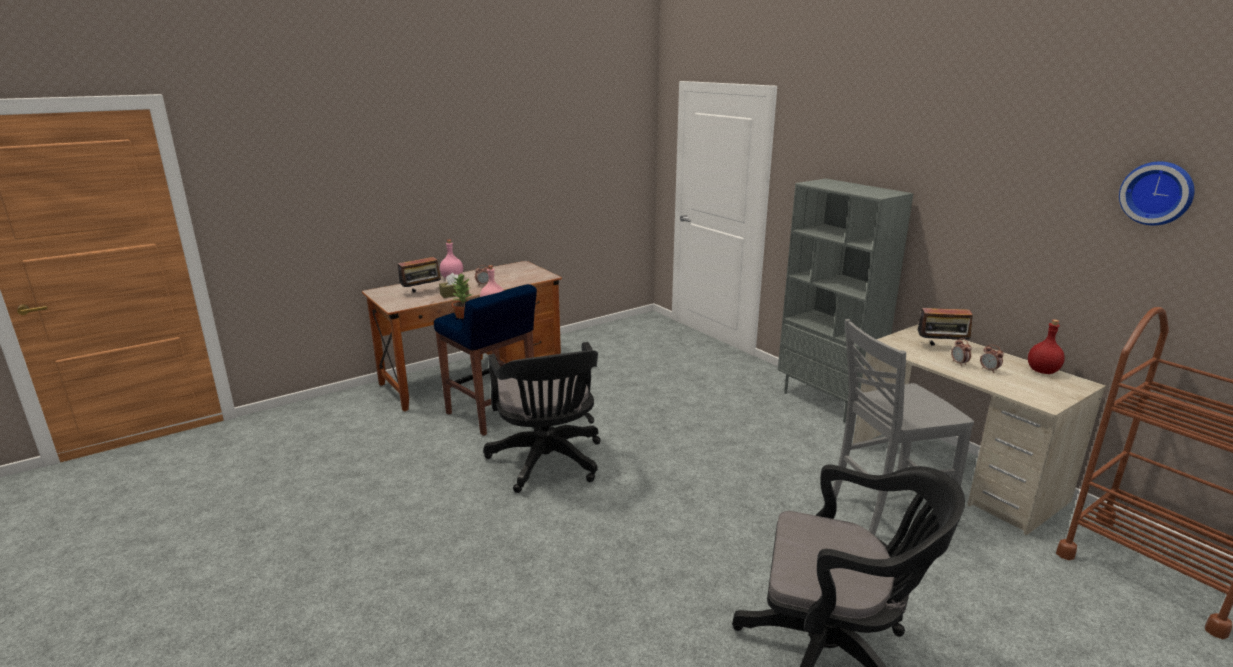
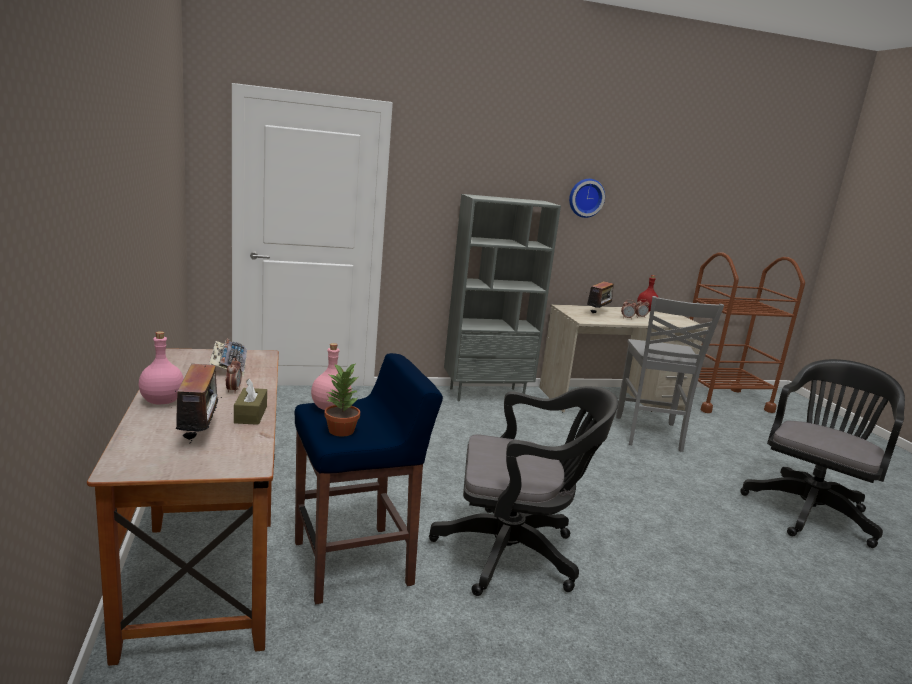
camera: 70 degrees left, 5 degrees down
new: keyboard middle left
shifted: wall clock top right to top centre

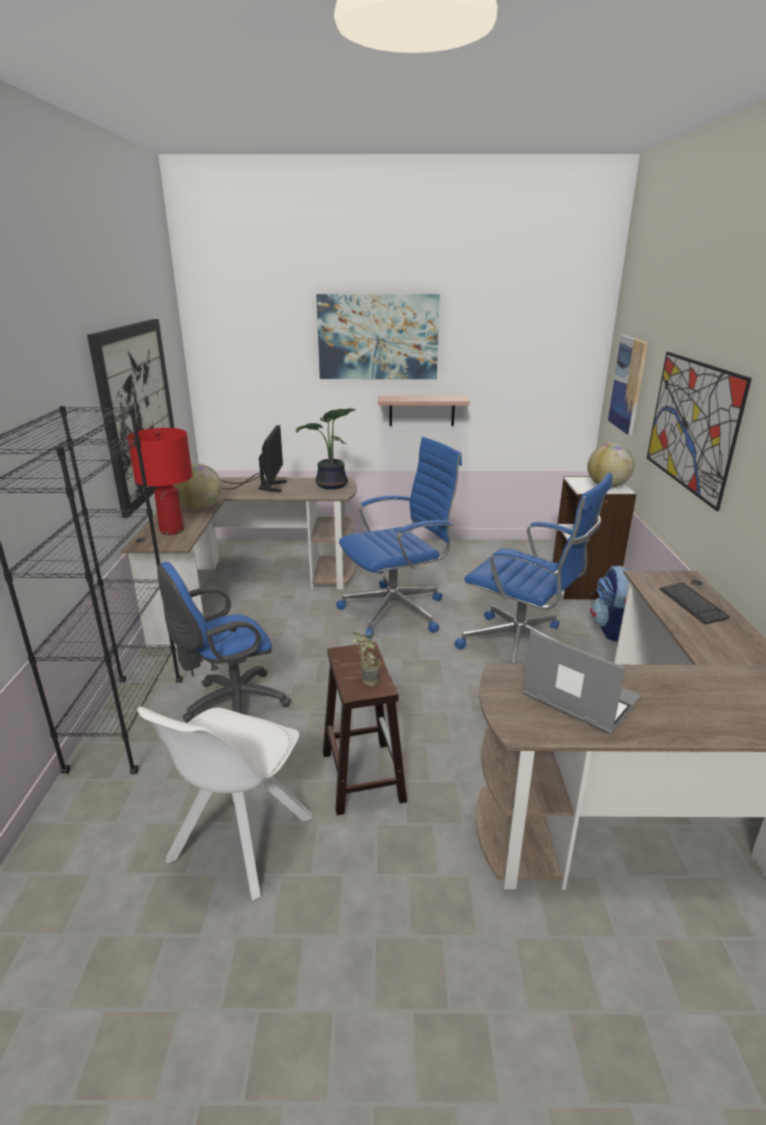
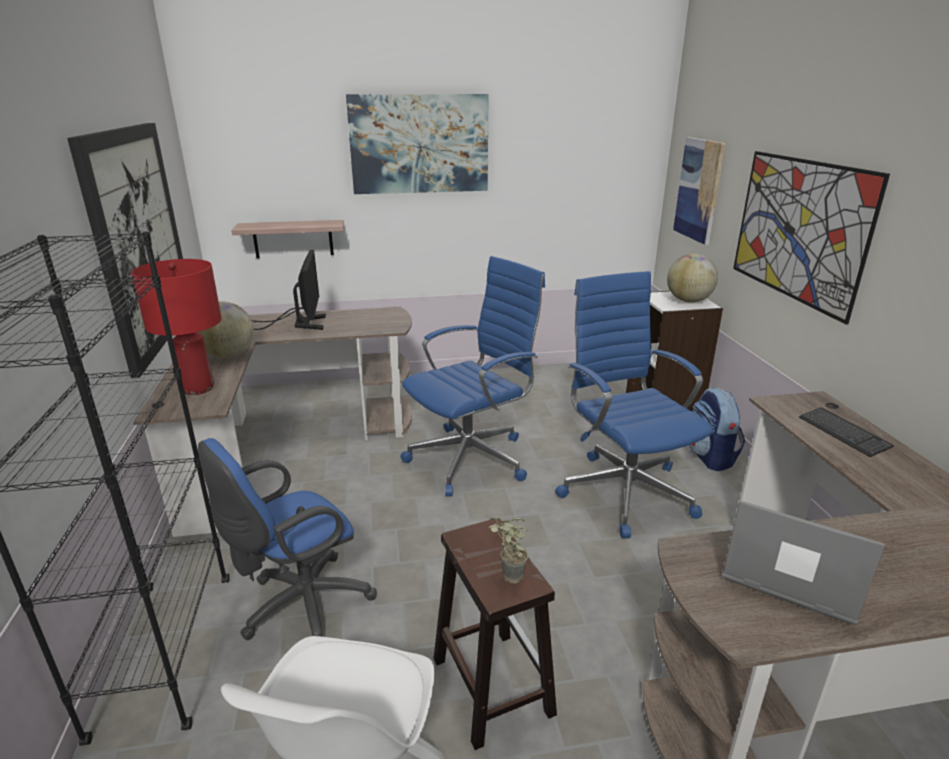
camera: 10 degrees left, 0 degrees up
gone: potted plant (no. 1 from left) centre
shifted: shelf centre to top left
rotated: office chair/blue (no. 3 from left) middle right = middle right 135 degrees counterclockwise

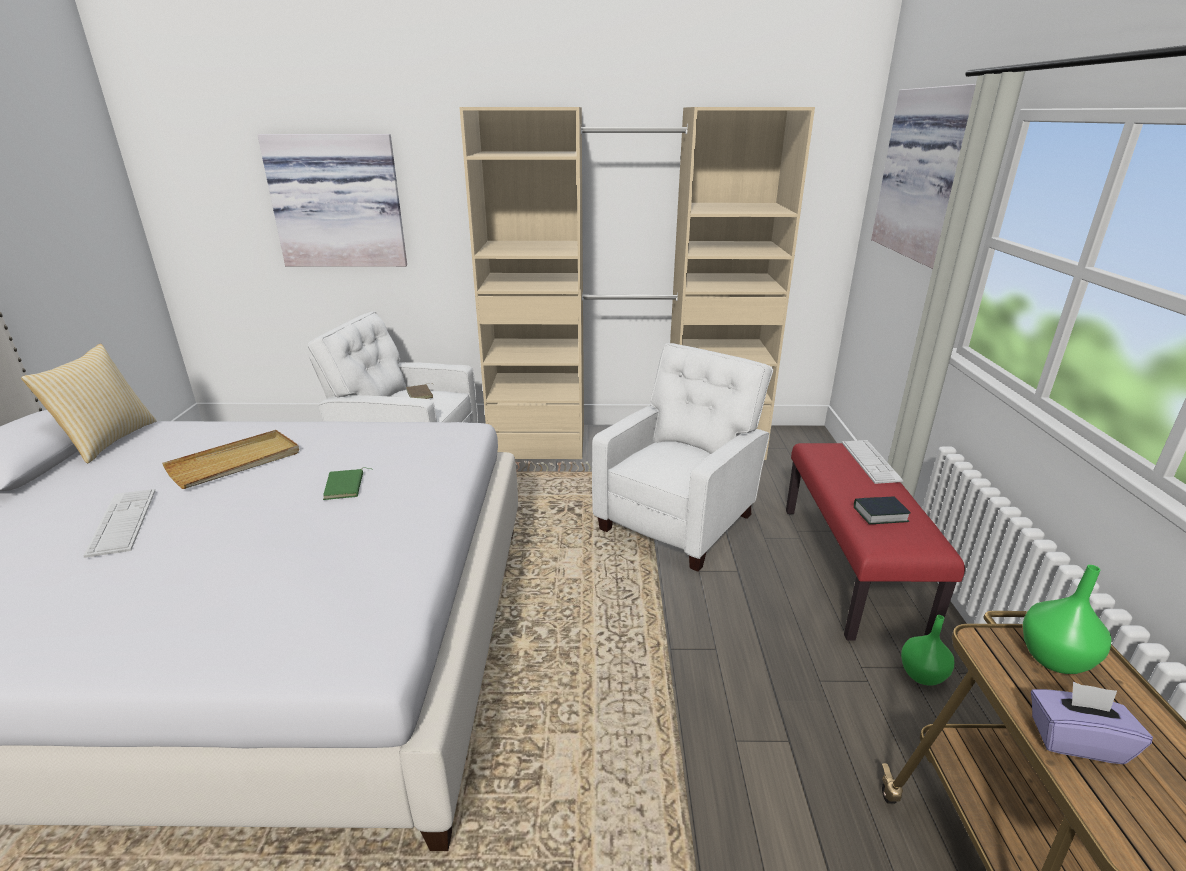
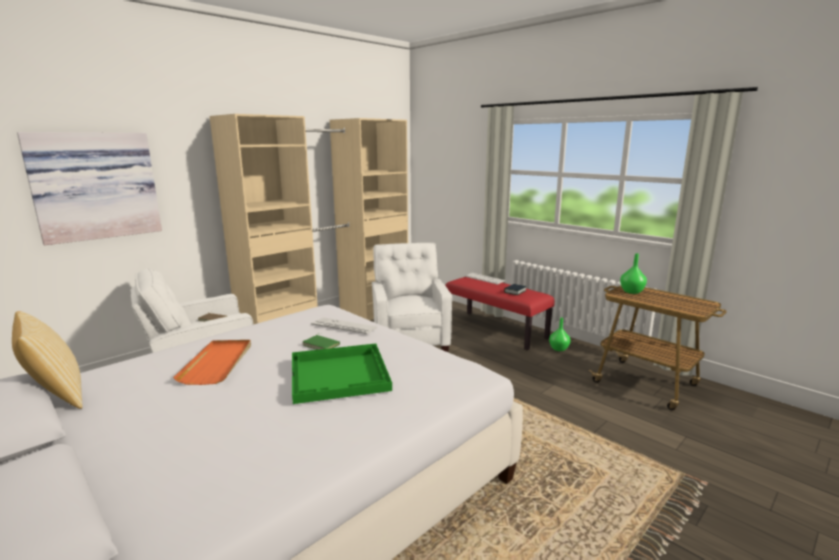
camera: 45 degrees left, 10 degrees down
gone: picture (no. 2 from left) top right; tissue box/purple bottom right
new: tray/green centre
shifted: keyboard (no. 1 from left) middle left to centre
repainted: tray/beige middle left to tray/orange middle left

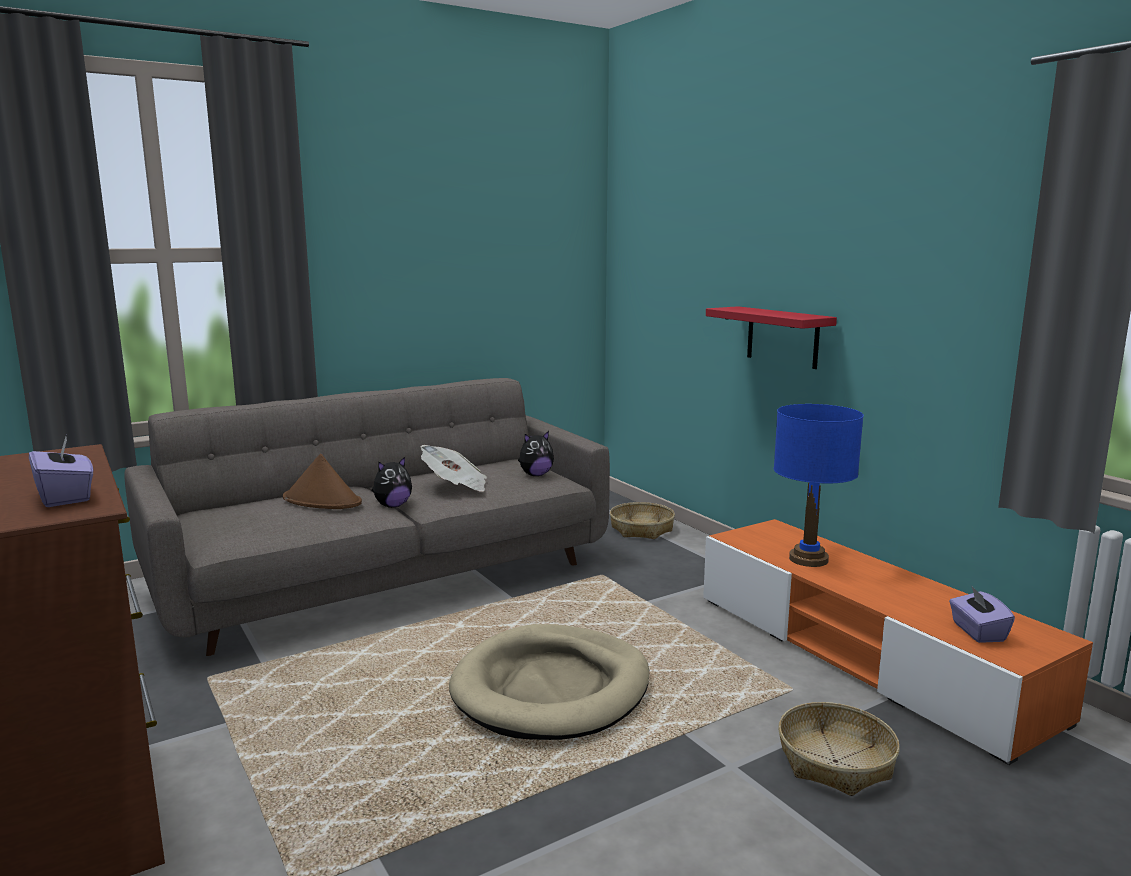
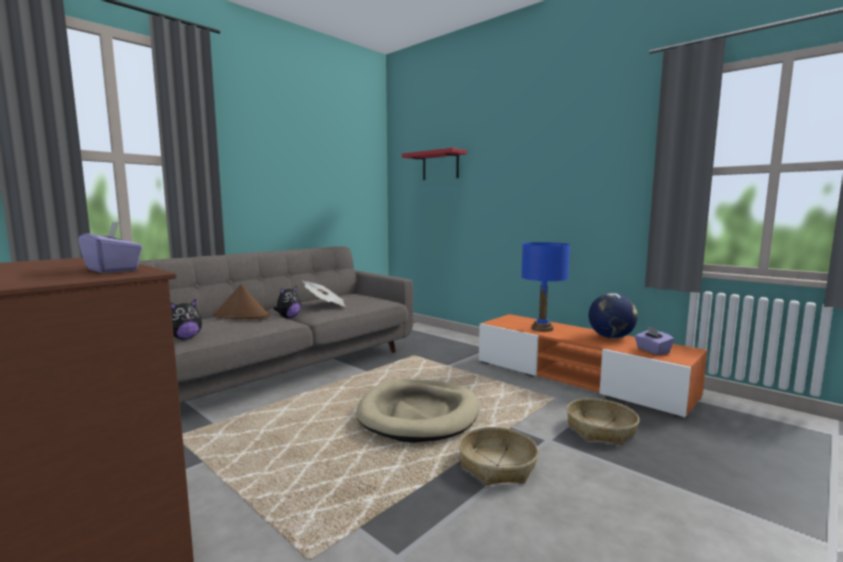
camera: 15 degrees left, 5 degrees down
new: globe middle right
shifted: plush toy (no. 2 from left in the first image) centre to plush toy (no. 1 from left) middle left; shelf/red middle right to top centre; basket (no. 1 from left) centre to bottom centre

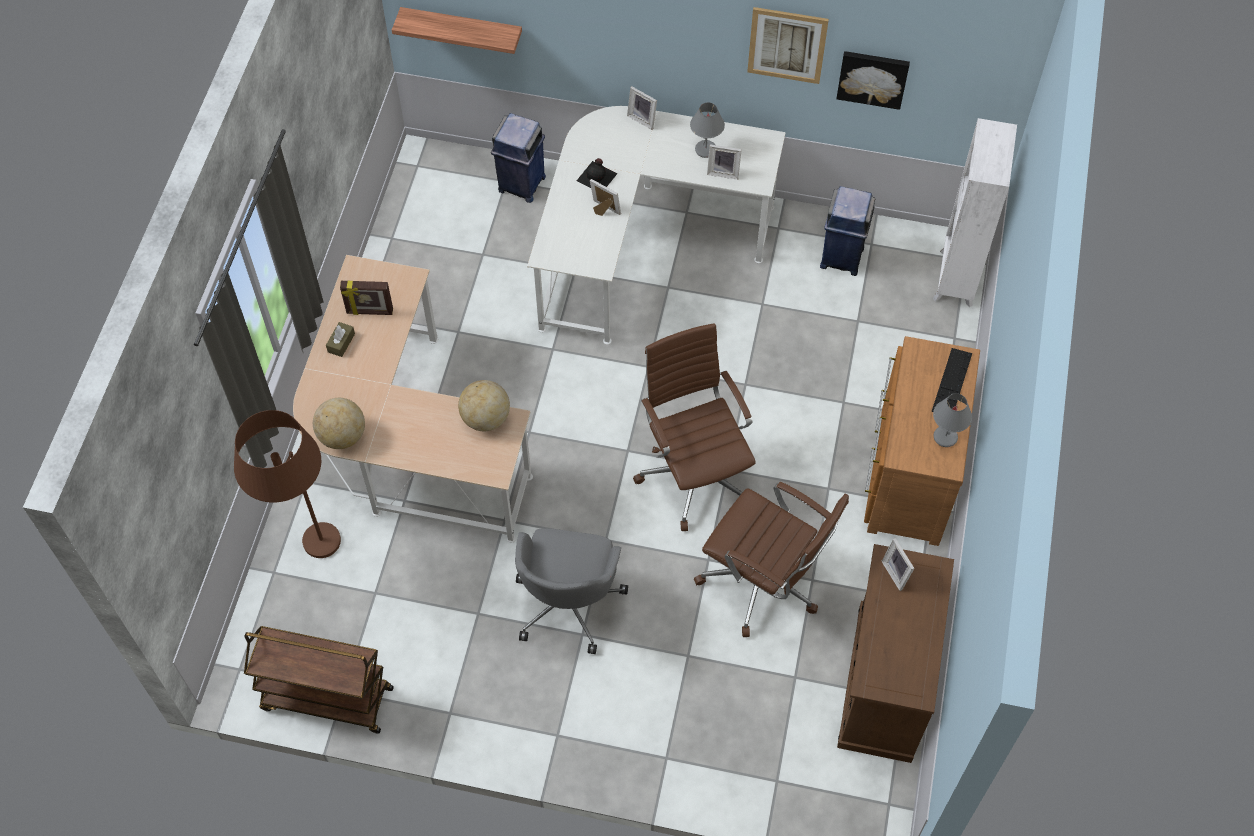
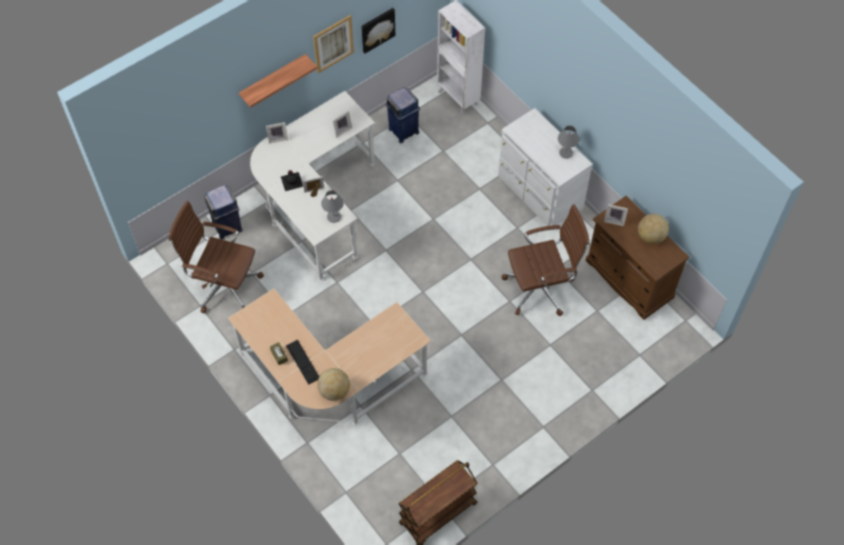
camera: 50 degrees left, 0 degrees up
gone: floor lamp/brown middle left; picture frame (no. 1 from left) middle left; office chair/grey bottom centre
shifted: office chair/brown (no. 1 from left) centre to middle left; shelf top centre to top left; keyboard middle right to centre; table lamp/grey (no. 1 from left) top centre to centre; globe (no. 2 from left) centre to middle right
repainted: dresser/brown middle right to dresser/white top centre

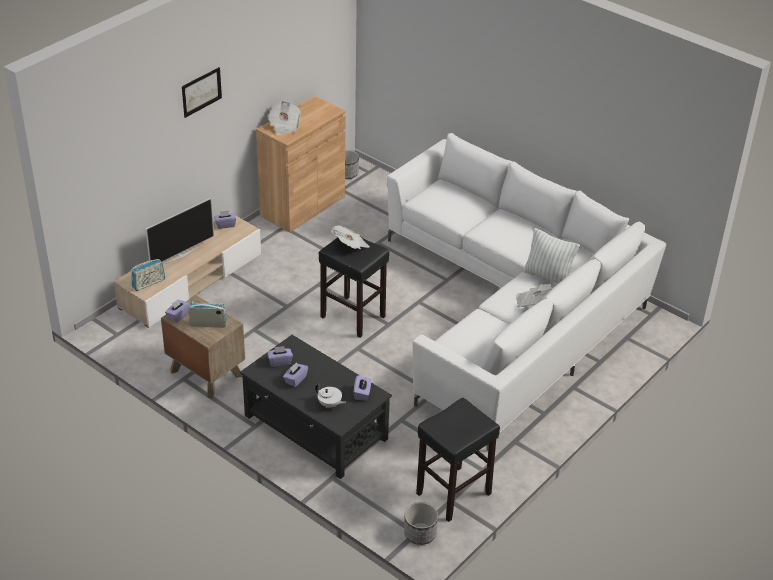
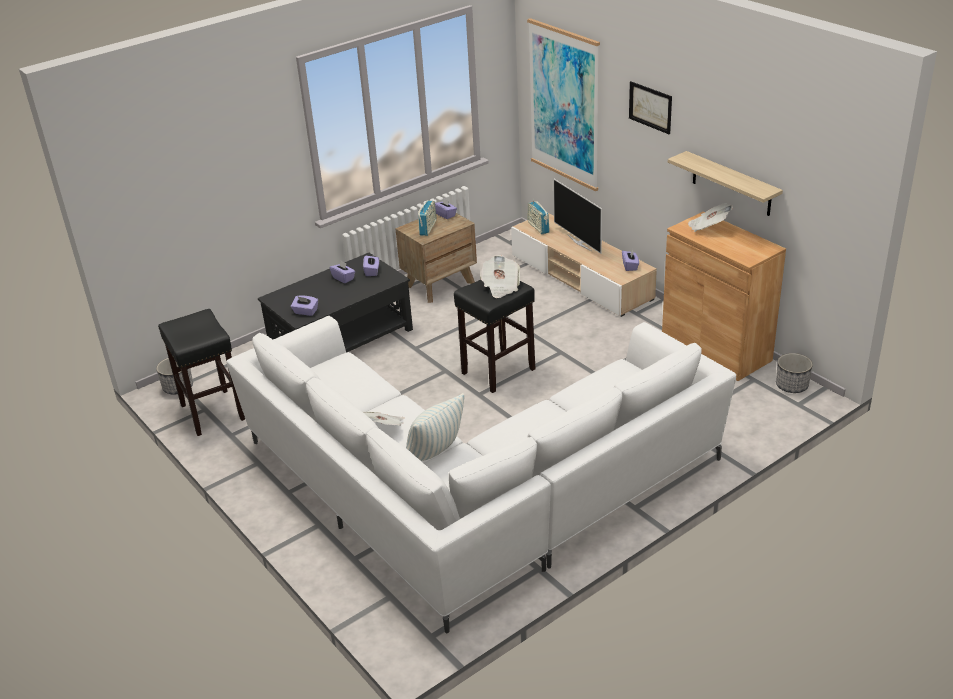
camera: 105 degrees right, 5 degrees down
gone: teapot/white bottom centre
new: picture (no. 1 from left) top centre; shelf top right

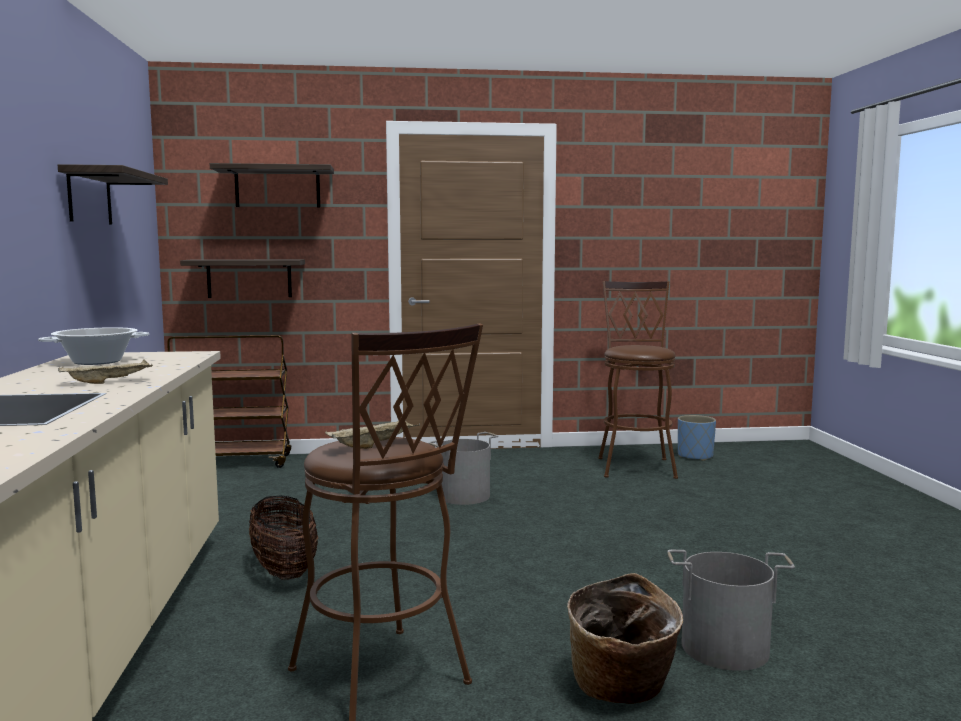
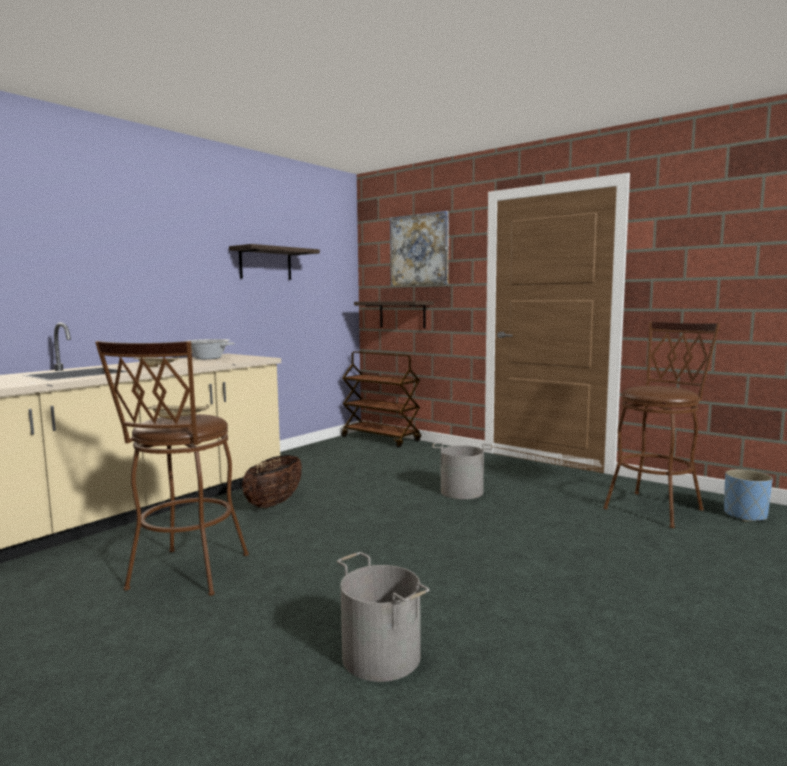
camera: 45 degrees right, 0 degrees up
gone: basket (no. 2 from left) bottom centre
swapped: shelf (no. 3 from left) top left to picture top centre

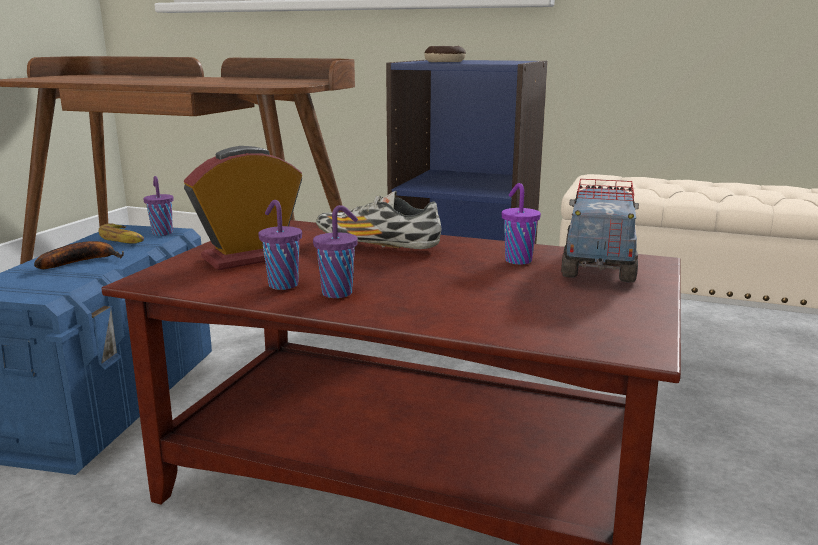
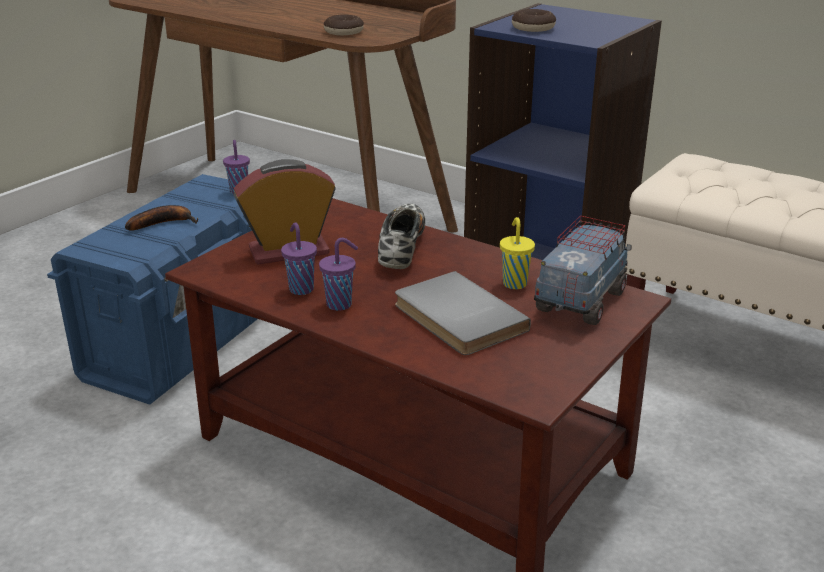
camera: 15 degrees right, 10 degrees up
gone: banana (no. 2 from left) middle left
new: donut (no. 1 from left) top centre; book/grey centre
repainted: cup/purple (no. 4 from left) centre to cup/yellow centre
rotated: shoe centre = centre 60 degrees clockwise

